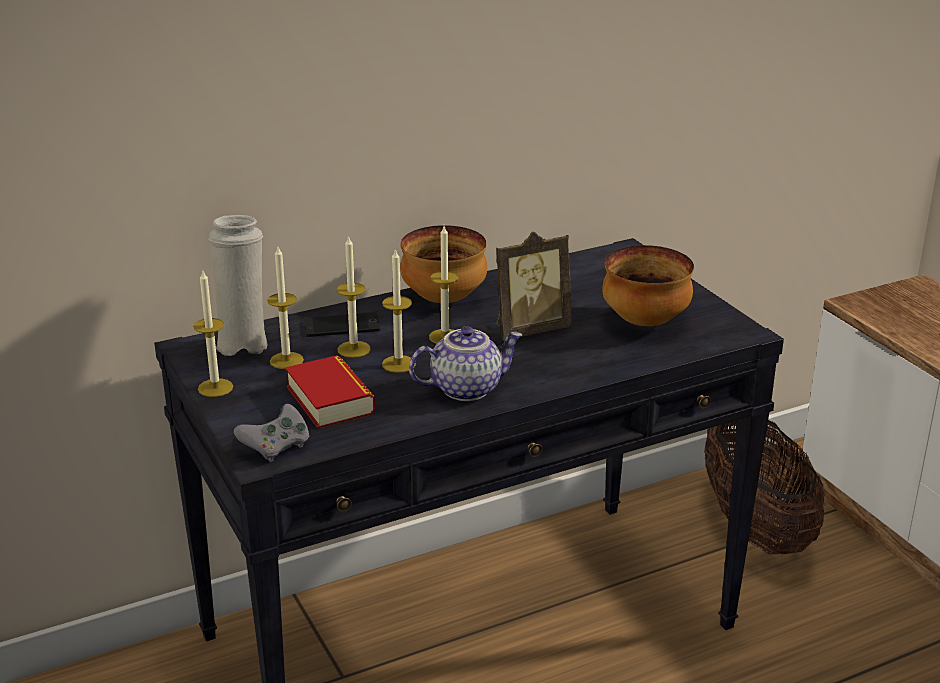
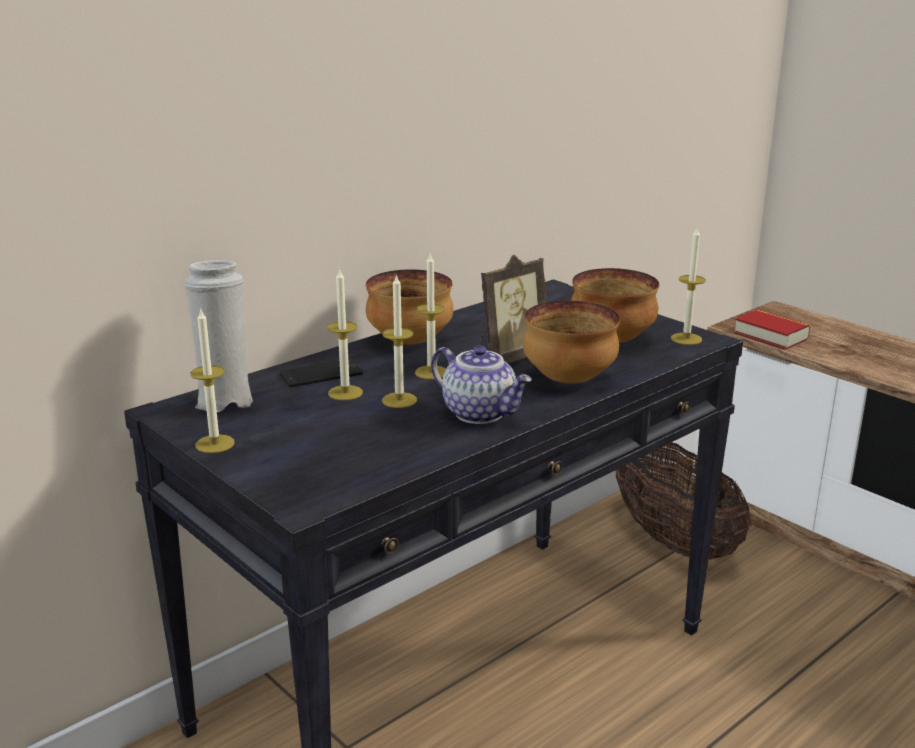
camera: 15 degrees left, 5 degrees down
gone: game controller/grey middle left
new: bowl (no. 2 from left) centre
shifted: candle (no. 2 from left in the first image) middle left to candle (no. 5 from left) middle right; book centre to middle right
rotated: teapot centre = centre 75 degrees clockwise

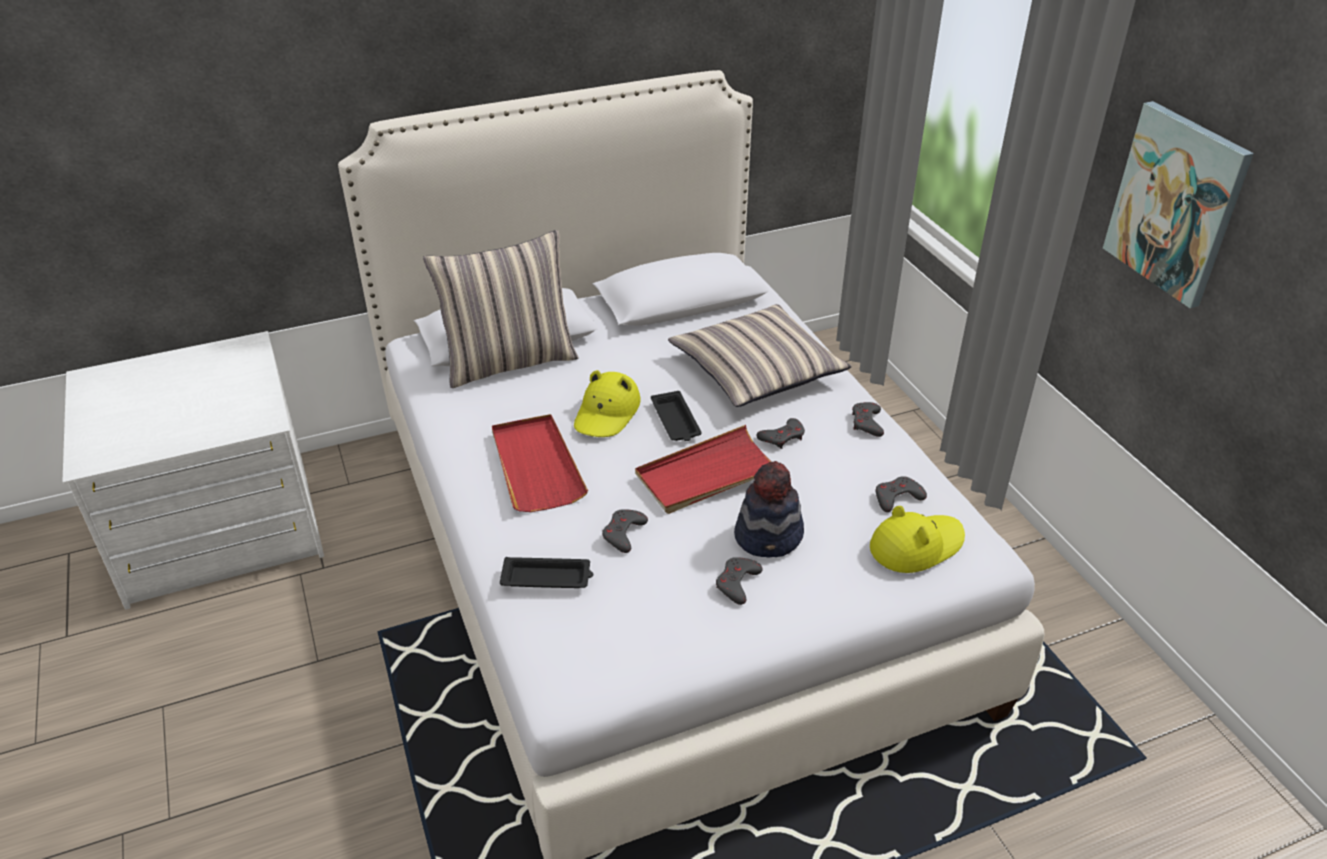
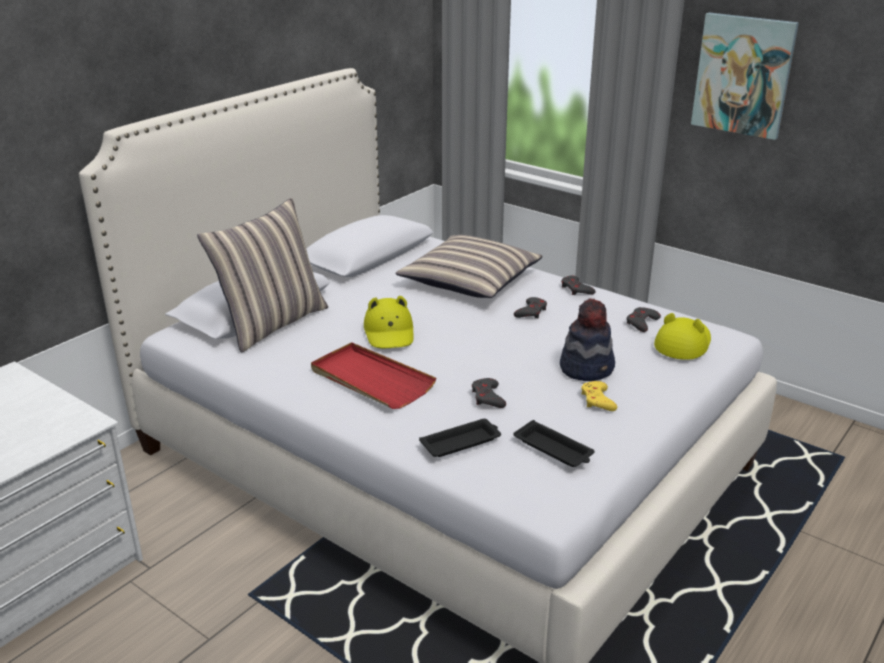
camera: 30 degrees left, 10 degrees down
gone: tray/red (no. 2 from left) centre
shifted: tray/black (no. 2 from left) centre to bottom centre
repainted: game controller/grey (no. 2 from left) bottom centre to game controller/yellow middle right

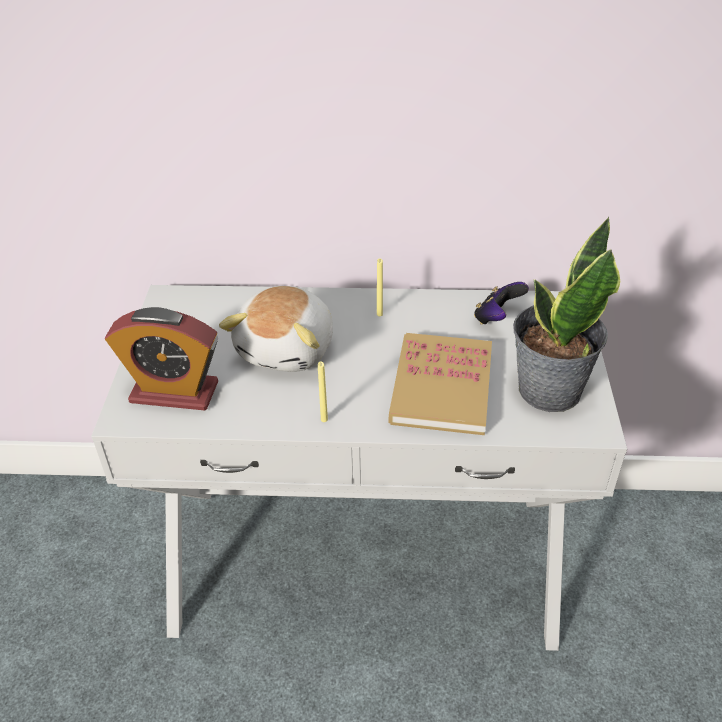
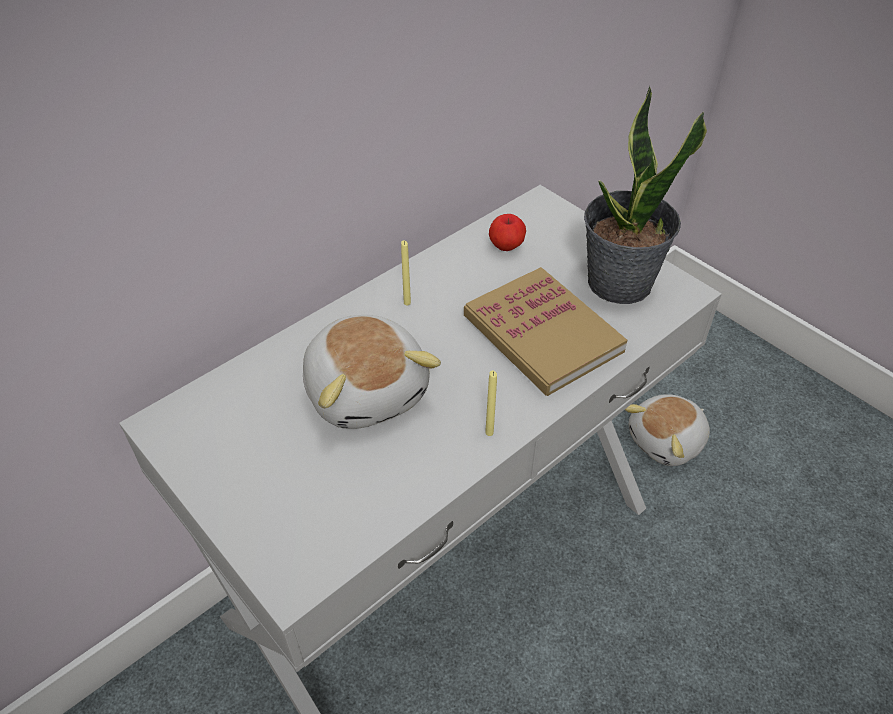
camera: 45 degrees left, 5 degrees up
gone: alarm clock middle left
new: plush toy (no. 2 from left) middle right
swapped: game controller middle right to apple top centre

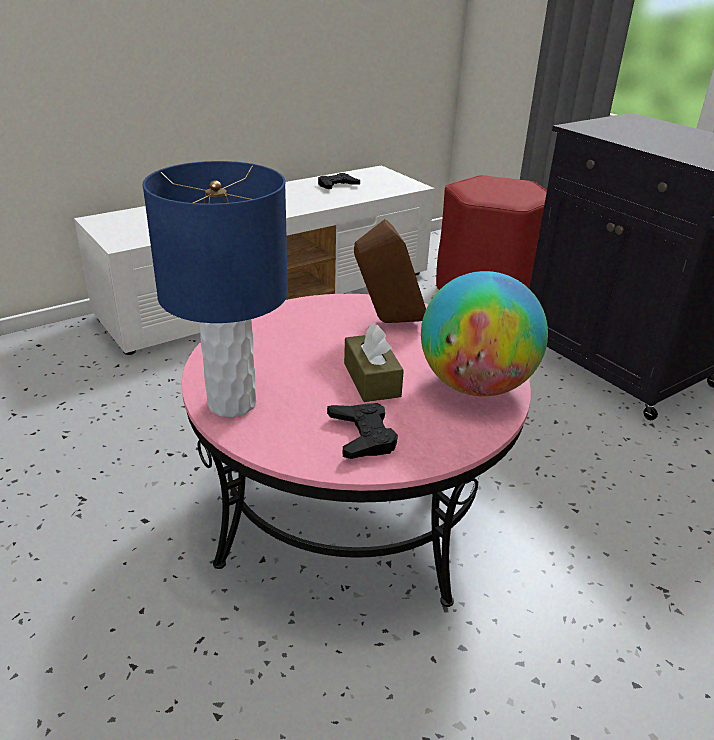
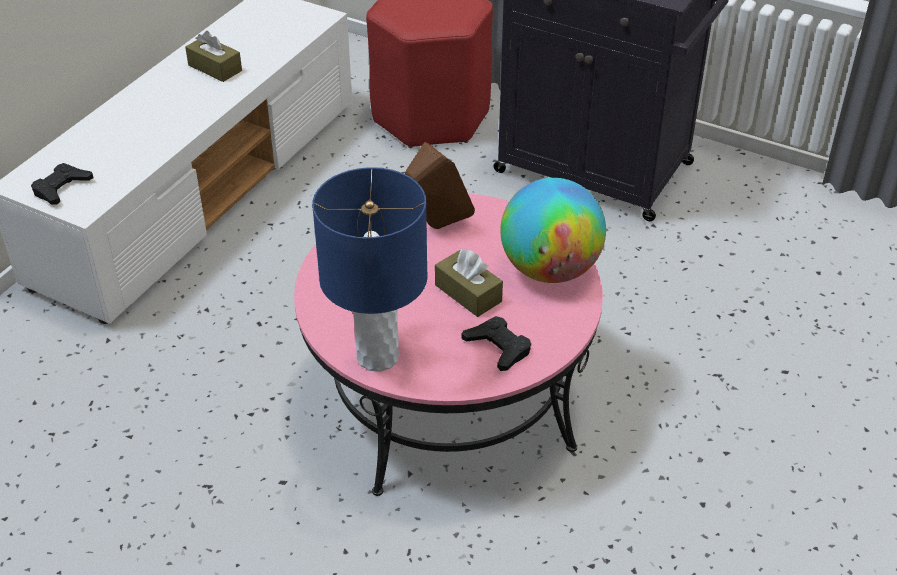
camera: 25 degrees left, 10 degrees up
new: tissue box/brown (no. 1 from left) top left
shifted: game controller/black (no. 1 from left) top centre to top left

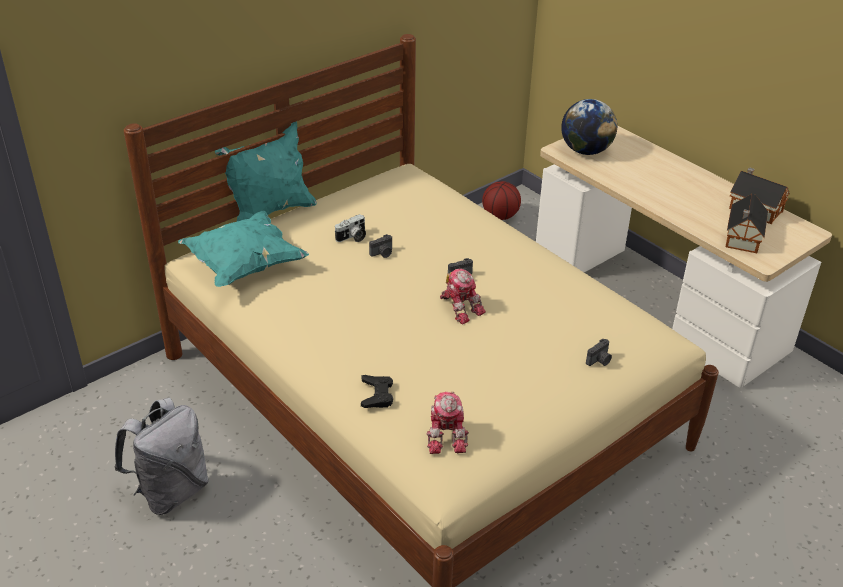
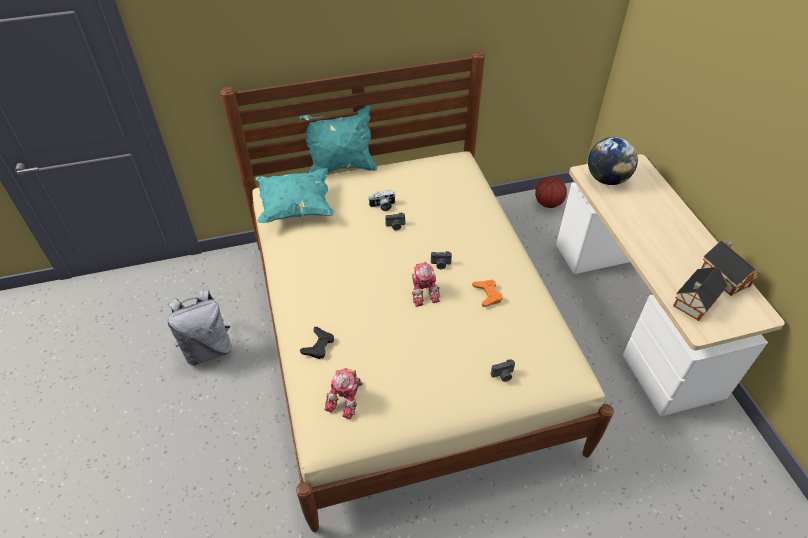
camera: 25 degrees right, 10 degrees up
new: game controller/orange centre

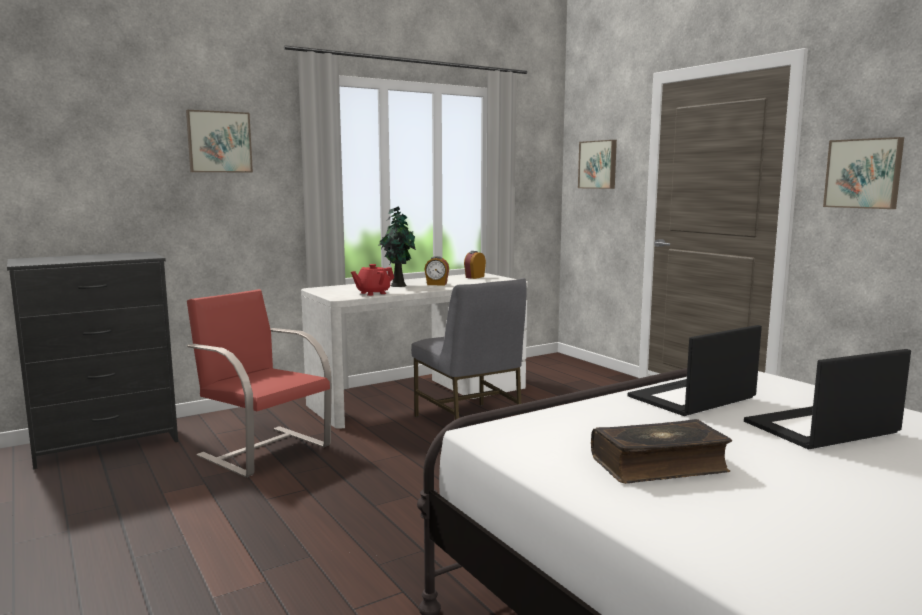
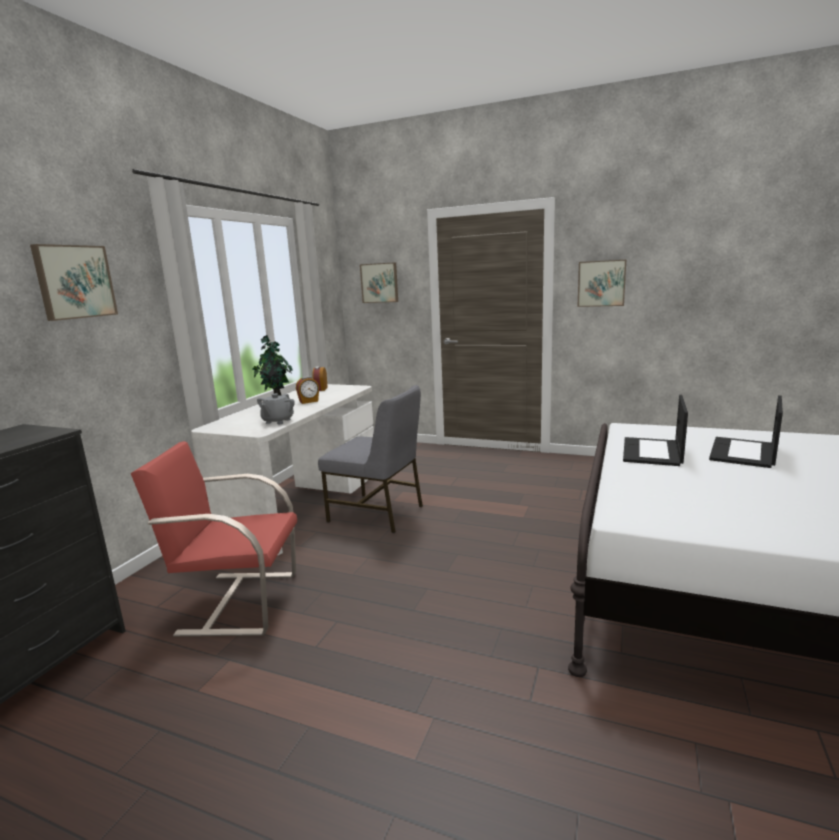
camera: 35 degrees left, 5 degrees up
gone: book bottom right
repainted: teapot/red centre to teapot/grey middle left

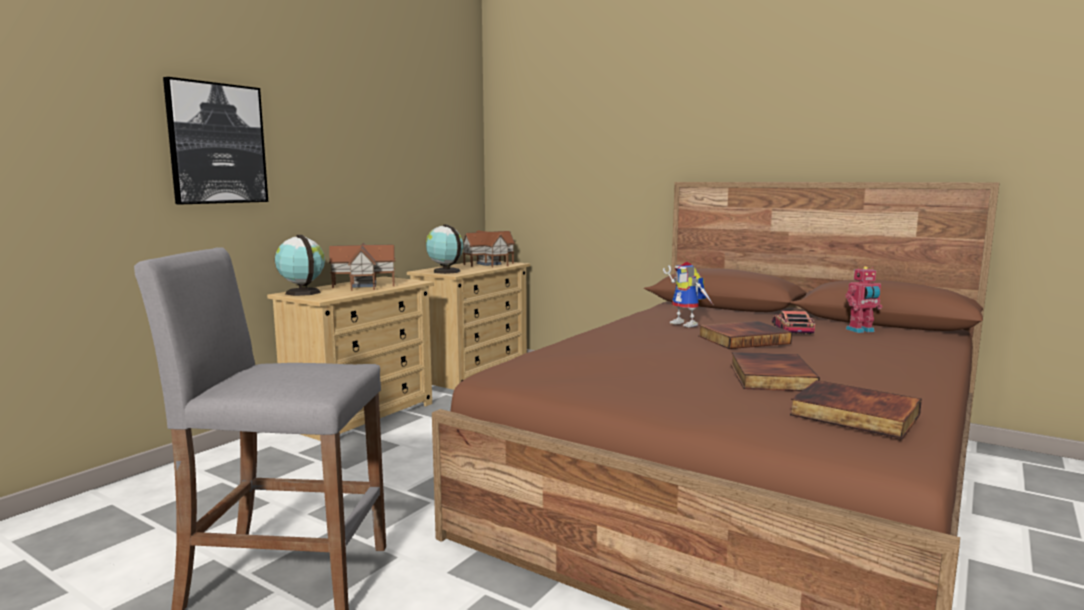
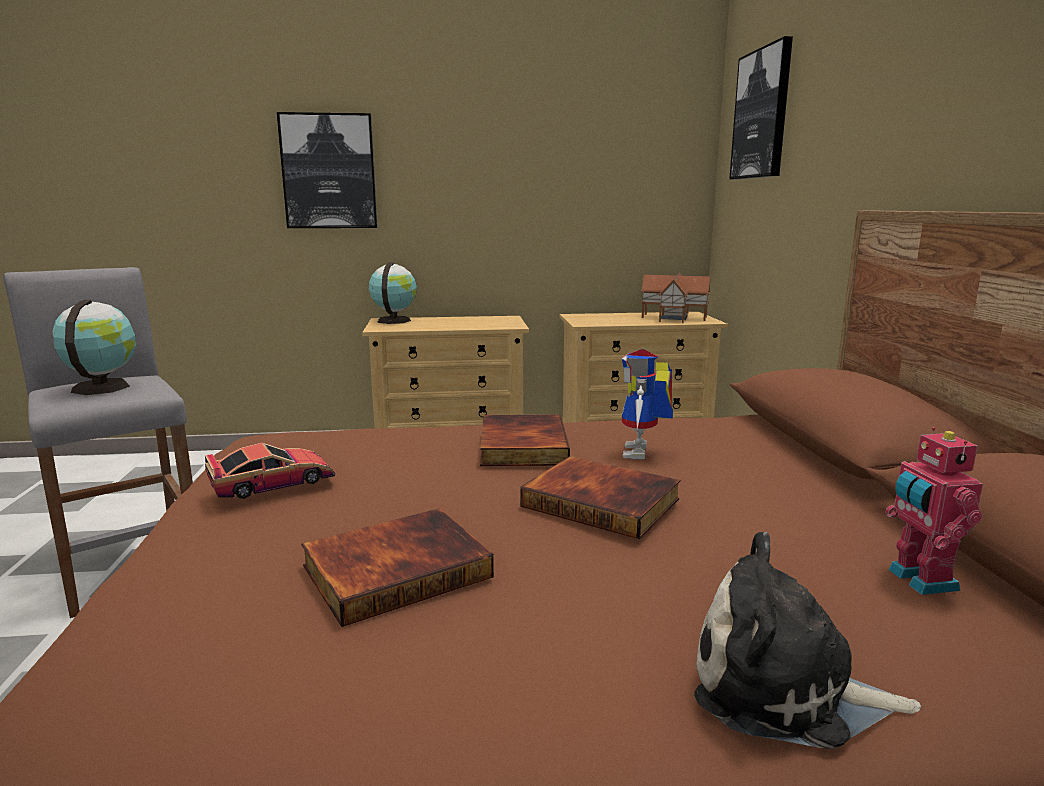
camera: 50 degrees right, 5 degrees up
gone: toy house (no. 1 from left) centre
new: plush toy bottom right; picture (no. 2 from left) top right
shifted: globe (no. 2 from left in the first image) centre to globe (no. 1 from left) middle left; toy car middle right to middle left; book (no. 3 from left in the first image) bottom right to book (no. 2 from left) centre
rotated: toy robot (no. 2 from left) middle right = middle right 45 degrees clockwise

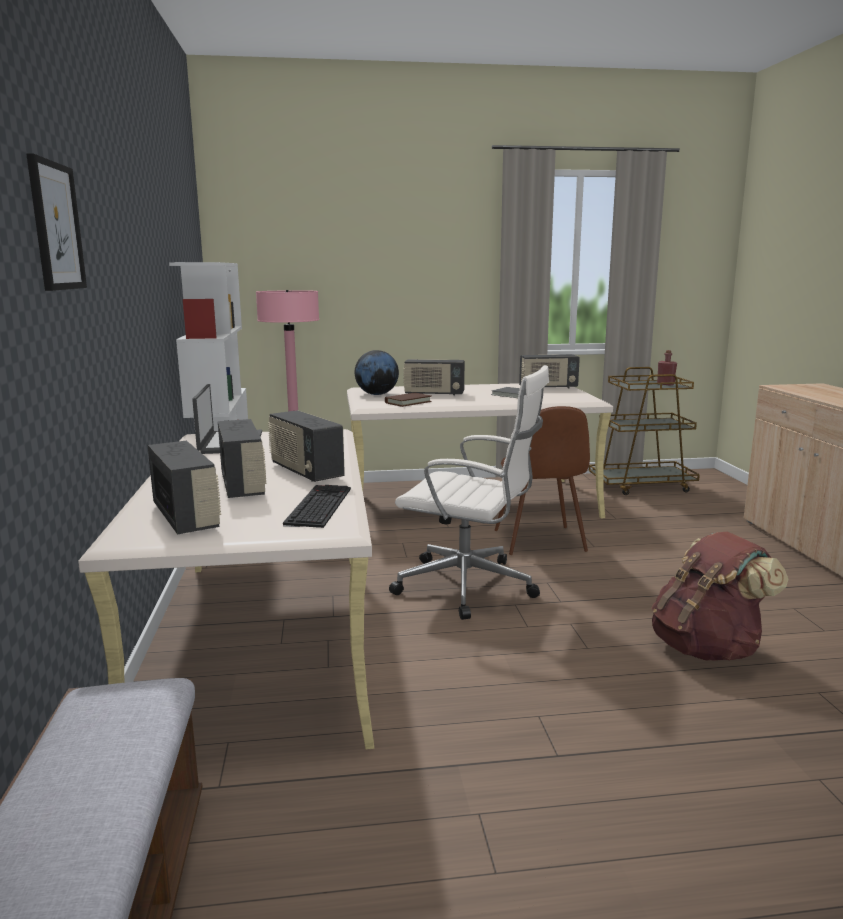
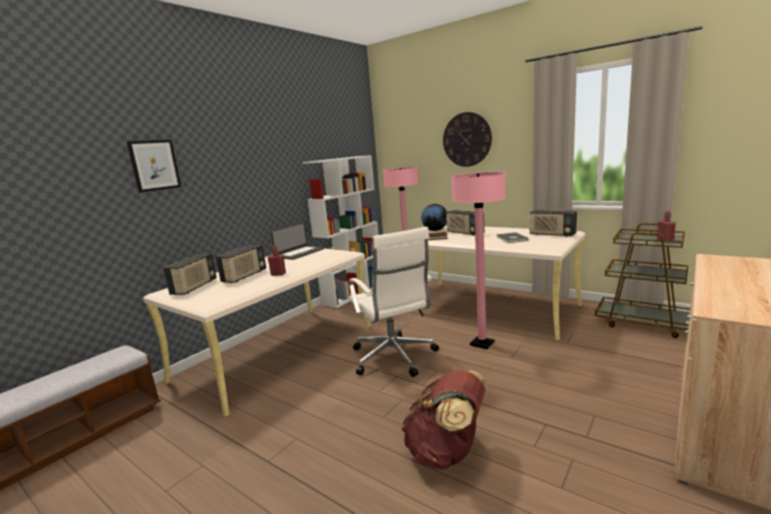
camera: 45 degrees right, 0 degrees up
gone: keyboard centre
new: wall clock top centre
swapped: radio (no. 3 from left) centre to bottle/red (no. 1 from left) centre; chair/brown centre to floor lamp/pink (no. 2 from left) centre

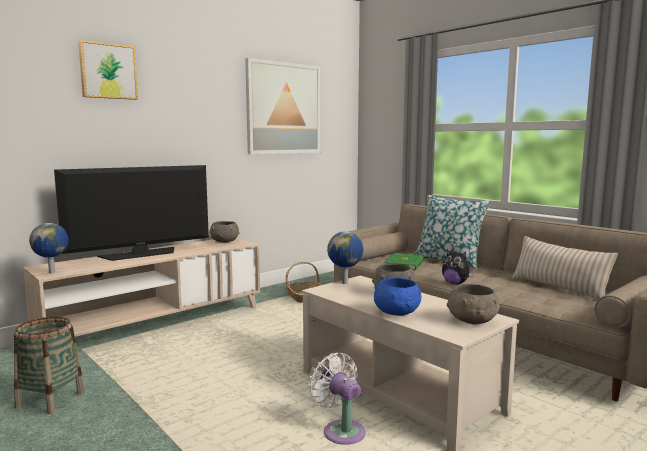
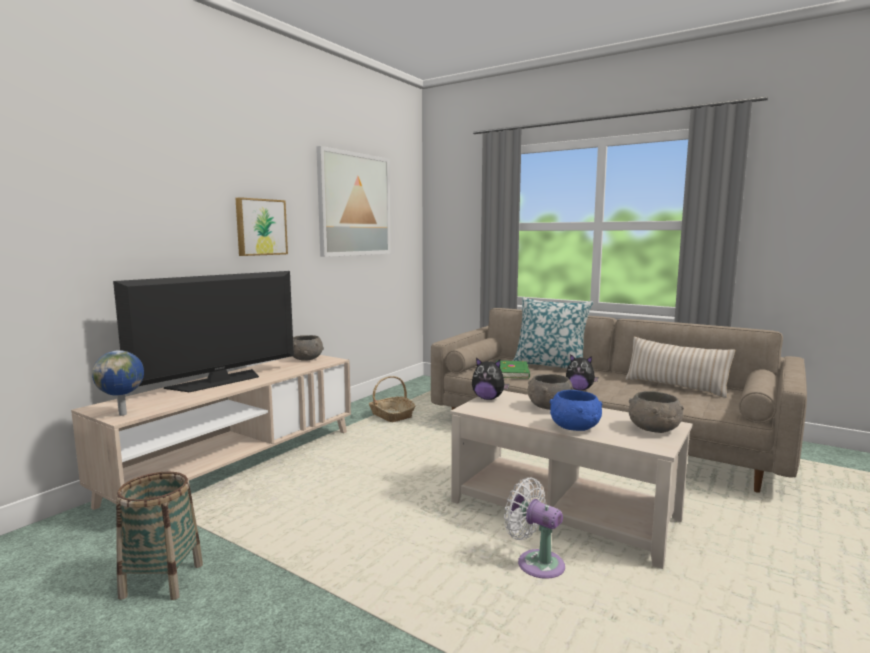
camera: 15 degrees left, 0 degrees up
shifted: picture (no. 1 from left) top left to middle left
swapped: globe (no. 2 from left) centre to plush toy (no. 1 from left) centre

